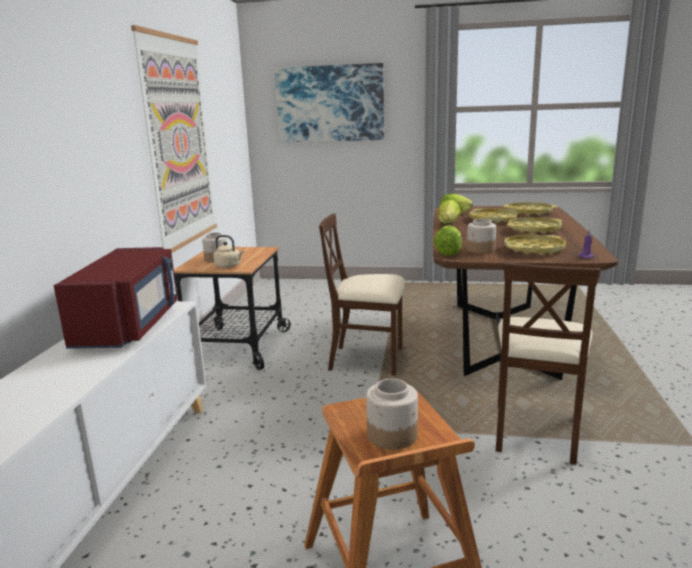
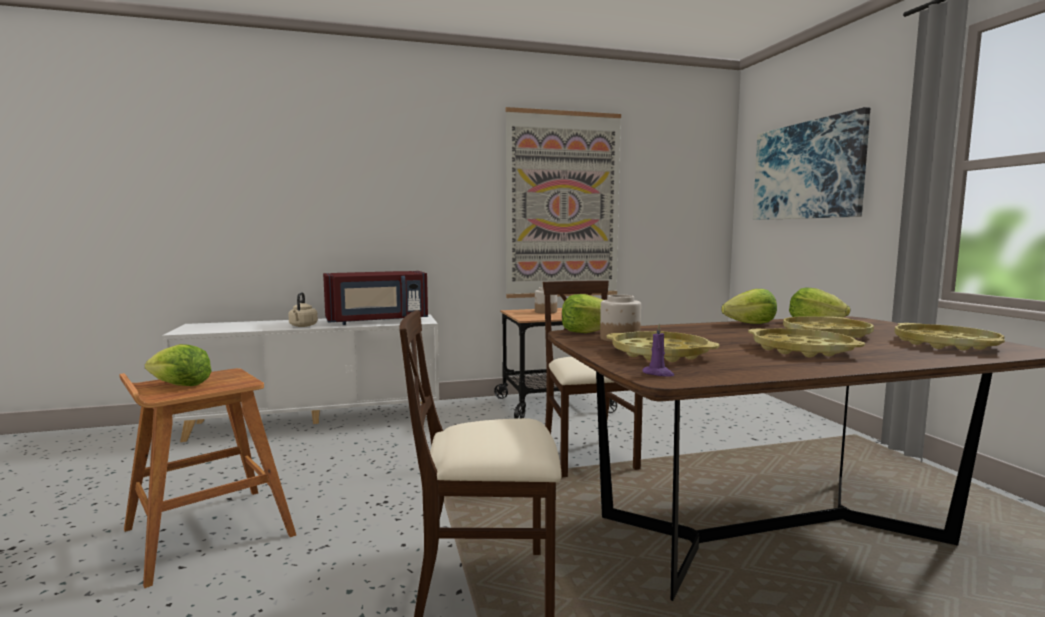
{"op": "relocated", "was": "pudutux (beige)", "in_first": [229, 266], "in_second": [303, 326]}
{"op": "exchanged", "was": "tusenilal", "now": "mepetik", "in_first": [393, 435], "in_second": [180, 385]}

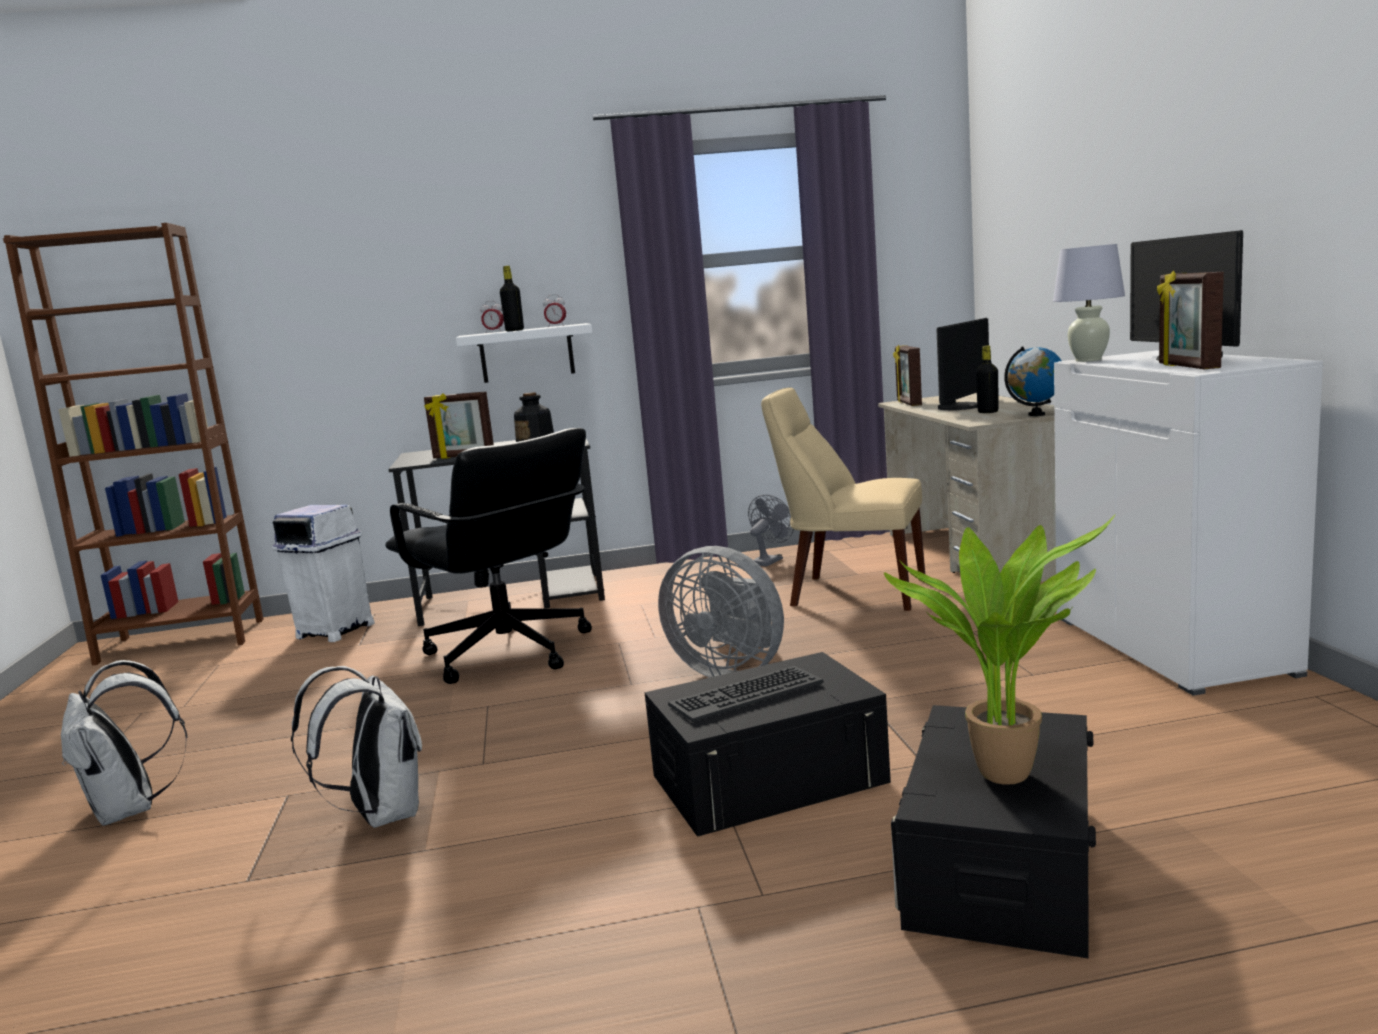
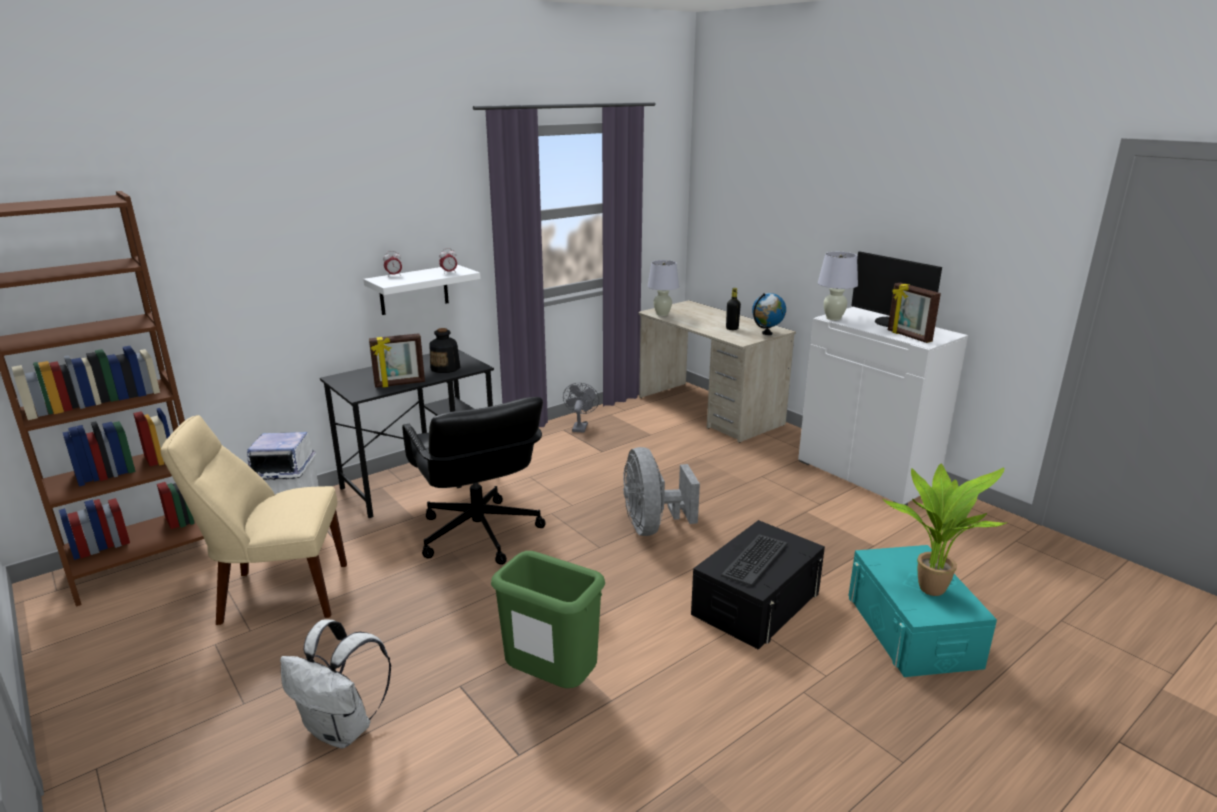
{"op": "missing", "was": "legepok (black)", "in_first": [514, 330]}
{"op": "missing", "was": "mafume", "in_first": [961, 407]}
{"op": "exchanged", "was": "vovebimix", "now": "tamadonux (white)", "in_first": [908, 403], "in_second": [662, 314]}
{"op": "relocated", "was": "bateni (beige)", "in_first": [851, 592], "in_second": [278, 594]}
{"op": "spun", "was": "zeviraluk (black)", "in_first": [507, 653], "in_second": [479, 534], "clockwise": 45}
{"op": "spun", "was": "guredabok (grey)", "in_first": [730, 670], "in_second": [652, 526], "clockwise": 75}
{"op": "exchanged", "was": "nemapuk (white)", "now": "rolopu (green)", "in_first": [380, 815], "in_second": [550, 684]}
{"op": "colour", "was": "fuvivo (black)", "now": "fuvivo (turquoise)", "in_first": [1001, 866], "in_second": [912, 630]}

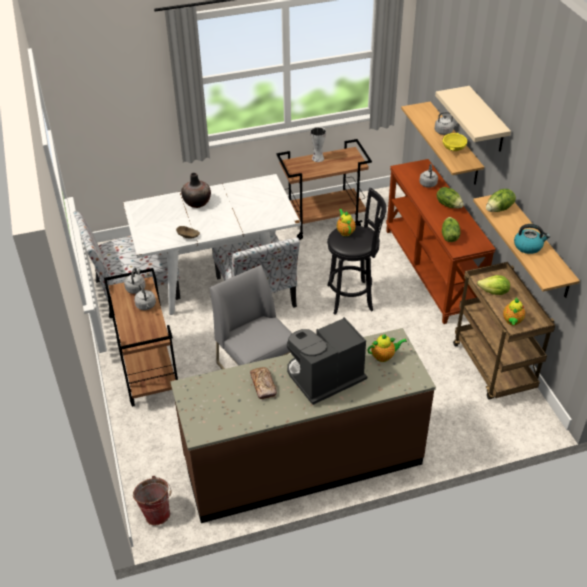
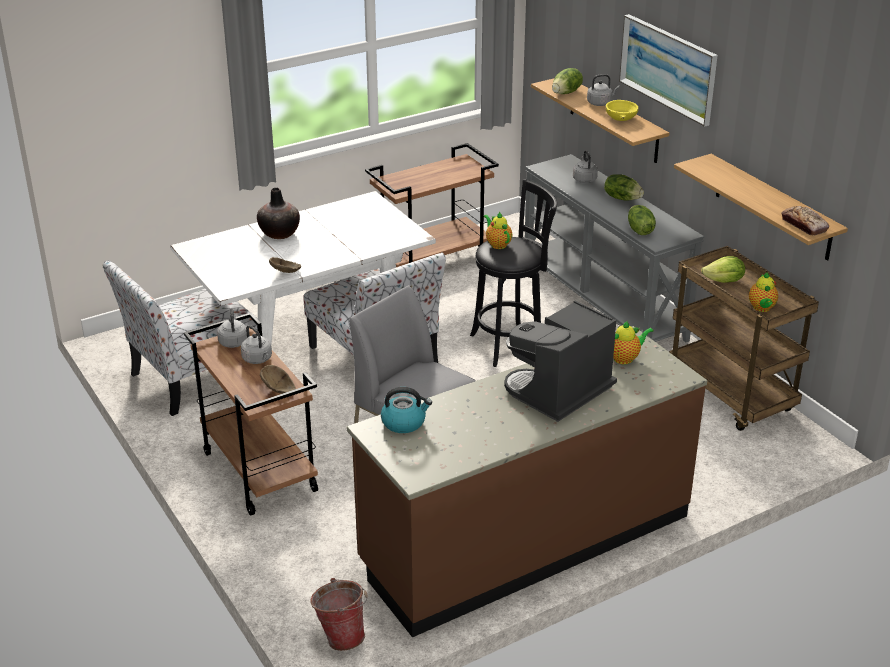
{"op": "exchanged", "was": "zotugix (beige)", "now": "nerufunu", "in_first": [487, 120], "in_second": [668, 68]}
{"op": "missing", "was": "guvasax", "in_first": [317, 158]}
{"op": "colour", "was": "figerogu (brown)", "now": "figerogu (grey)", "in_first": [432, 271], "in_second": [604, 301]}
{"op": "relocated", "was": "mepetik", "in_first": [499, 209], "in_second": [566, 93]}
{"op": "relocated", "was": "pudutux", "in_first": [528, 246], "in_second": [404, 422]}
{"op": "relocated", "was": "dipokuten", "in_first": [263, 385], "in_second": [804, 225]}
{"op": "appeared", "now": "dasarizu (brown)", "in_second": [278, 389]}

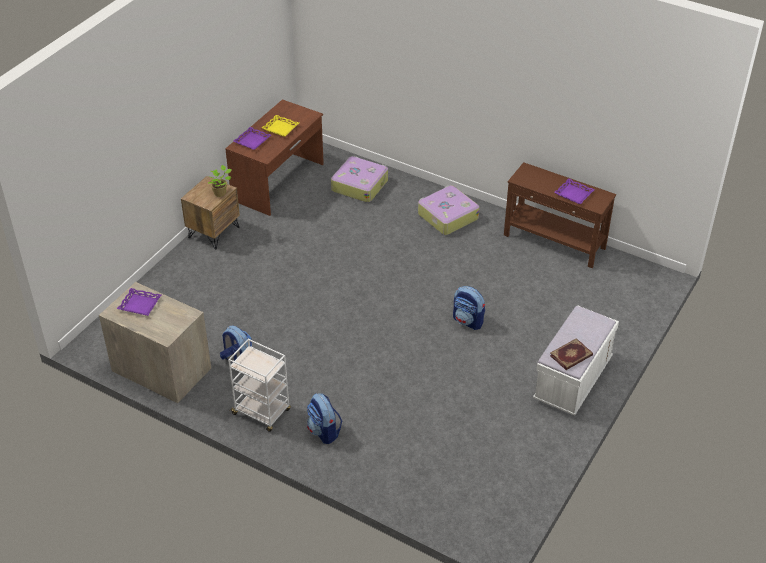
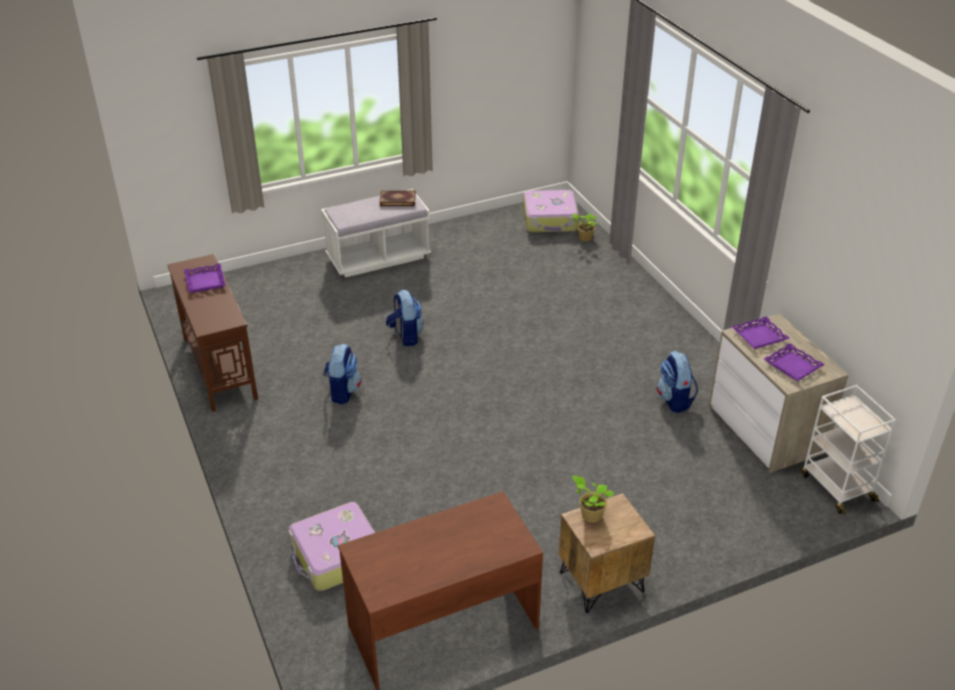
{"op": "missing", "was": "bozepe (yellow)", "in_first": [280, 128]}
{"op": "relocated", "was": "bozepe (purple)", "in_first": [252, 141], "in_second": [759, 336]}
{"op": "relocated", "was": "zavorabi", "in_first": [447, 216], "in_second": [550, 220]}
{"op": "relocated", "was": "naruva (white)", "in_first": [262, 412], "in_second": [836, 487]}
{"op": "relocated", "was": "nemapuk", "in_first": [324, 431], "in_second": [343, 391]}
{"op": "appeared", "now": "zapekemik", "in_second": [584, 238]}

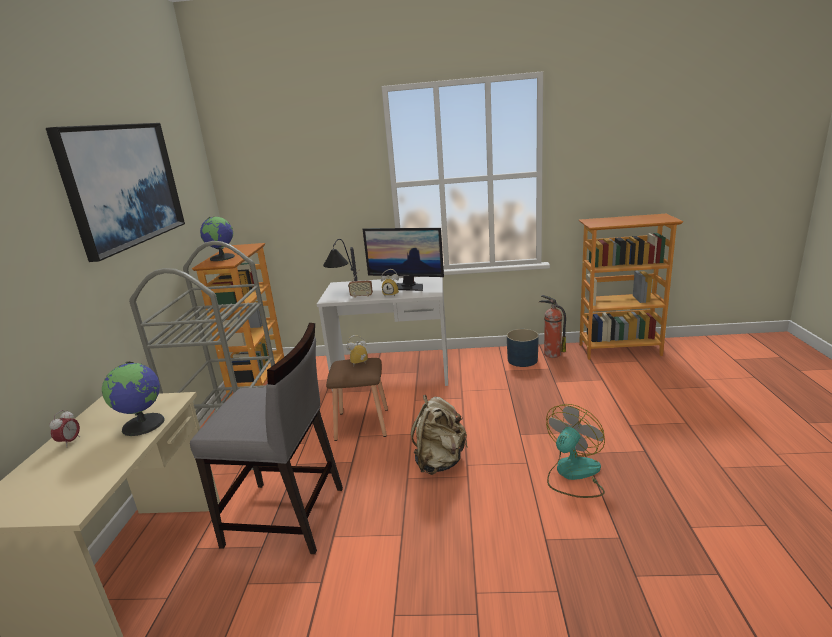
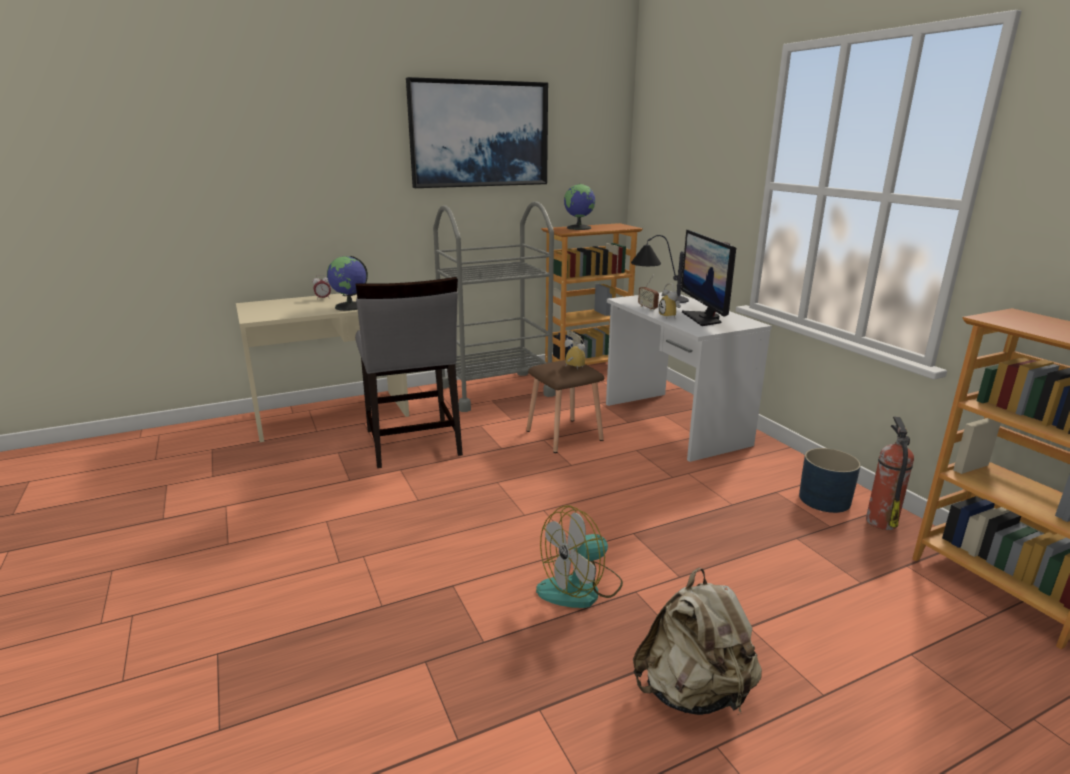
{"op": "relocated", "was": "nemapuk (beige)", "in_first": [439, 461], "in_second": [693, 693]}
{"op": "spun", "was": "guredabok", "in_first": [573, 474], "in_second": [580, 588], "clockwise": 135}

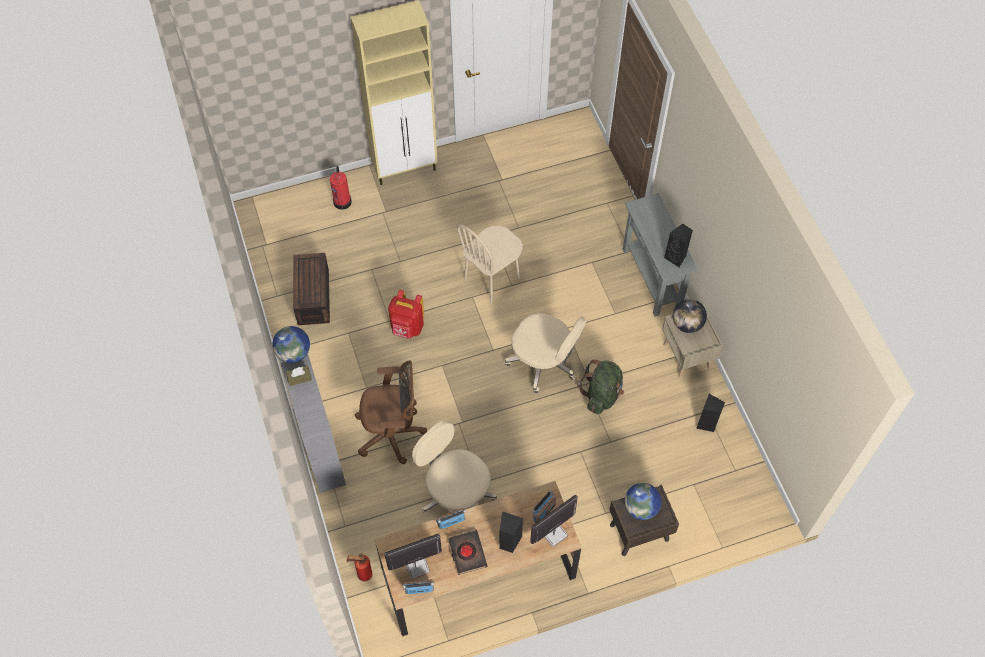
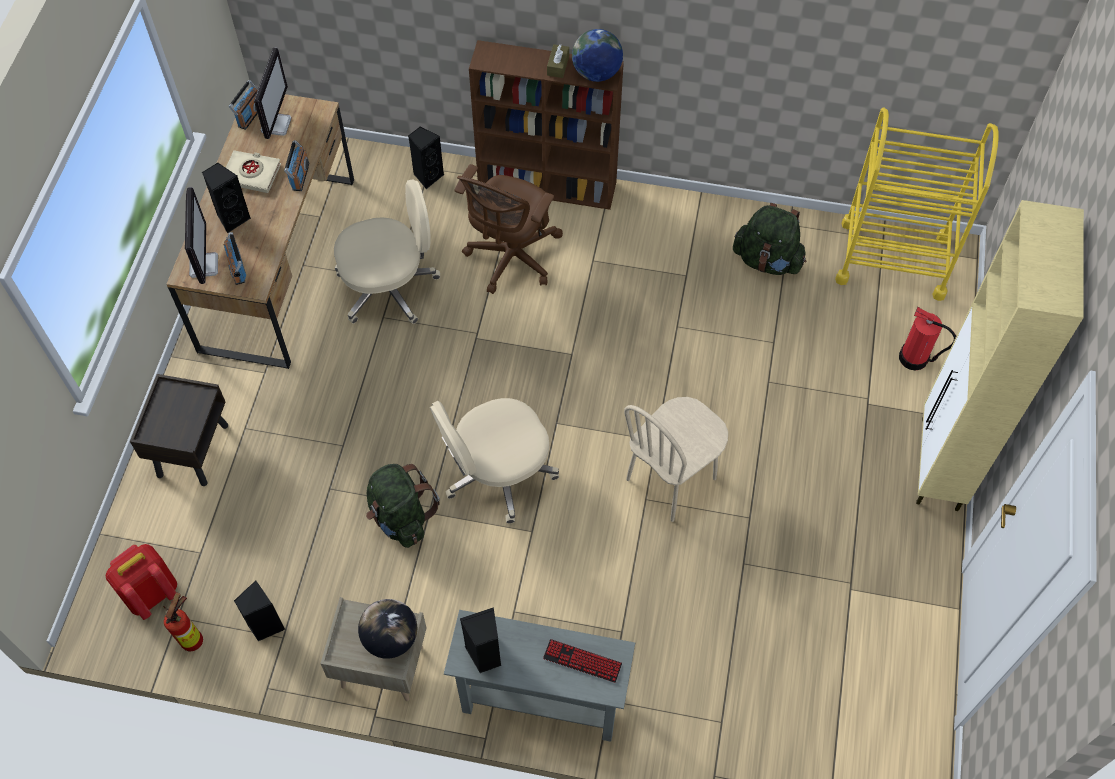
{"op": "spun", "was": "bateni (beige)", "in_first": [492, 279], "in_second": [671, 479], "clockwise": -120}
{"op": "exchanged", "was": "fuvivo (brown)", "now": "nemapuk (green)", "in_first": [312, 296], "in_second": [767, 260]}
{"op": "relocated", "was": "nemapuk (red)", "in_first": [407, 328], "in_second": [151, 593]}
{"op": "colour", "was": "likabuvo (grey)", "now": "likabuvo (brown)", "in_first": [319, 443], "in_second": [549, 185]}
{"op": "missing", "was": "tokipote", "in_first": [641, 508]}
{"op": "colour", "was": "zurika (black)", "now": "zurika (beige)", "in_first": [467, 553], "in_second": [252, 174]}
{"op": "relocated", "was": "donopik", "in_first": [362, 575], "in_second": [194, 638]}
{"op": "appeared", "now": "naruva (yellow)", "in_second": [892, 259]}
{"op": "appeared", "now": "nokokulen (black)", "in_second": [427, 176]}
{"op": "appeared", "now": "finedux", "in_second": [582, 661]}

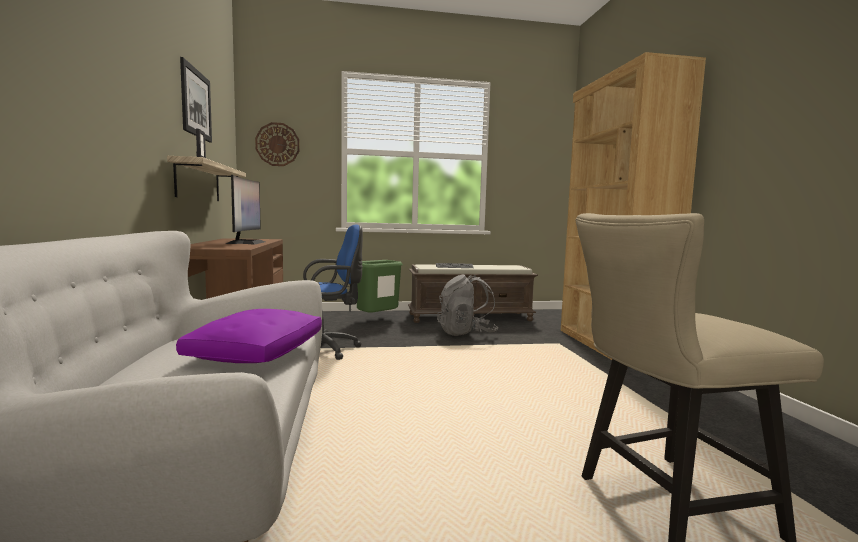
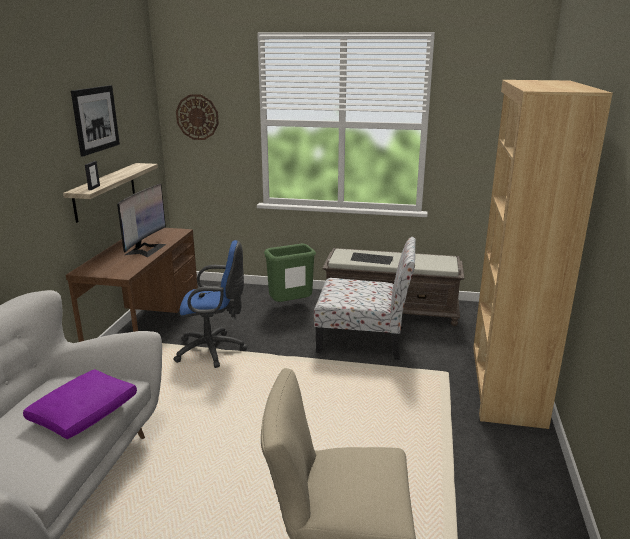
{"op": "exchanged", "was": "nemapuk (grey)", "now": "bateni", "in_first": [466, 333], "in_second": [364, 340]}

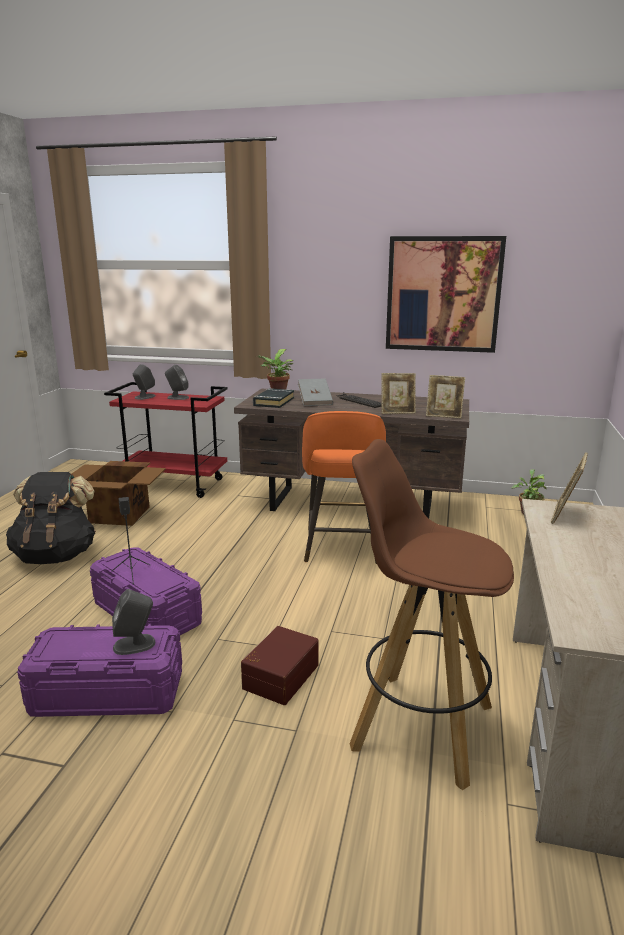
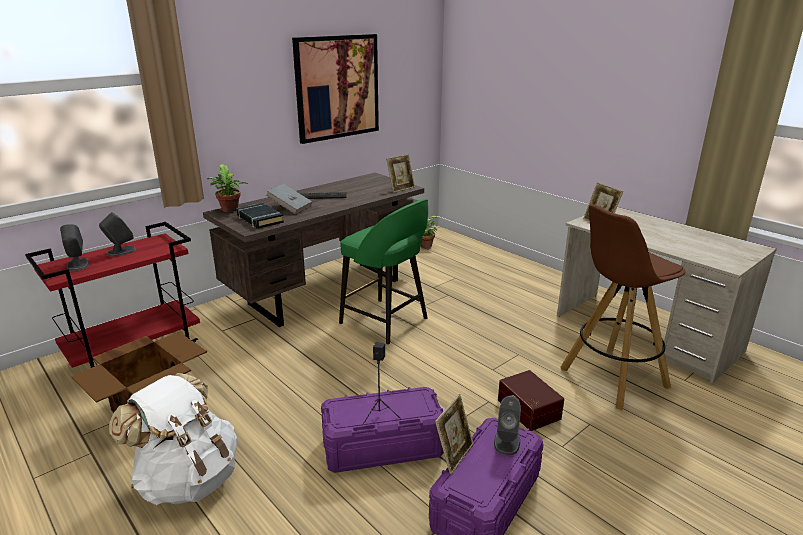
{"op": "relocated", "was": "vovebimix", "in_first": [397, 412], "in_second": [454, 455]}
{"op": "colour", "was": "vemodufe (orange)", "now": "vemodufe (green)", "in_first": [341, 547], "in_second": [385, 322]}
{"op": "colour", "was": "nemapuk (black)", "now": "nemapuk (white)", "in_first": [56, 556], "in_second": [188, 479]}

